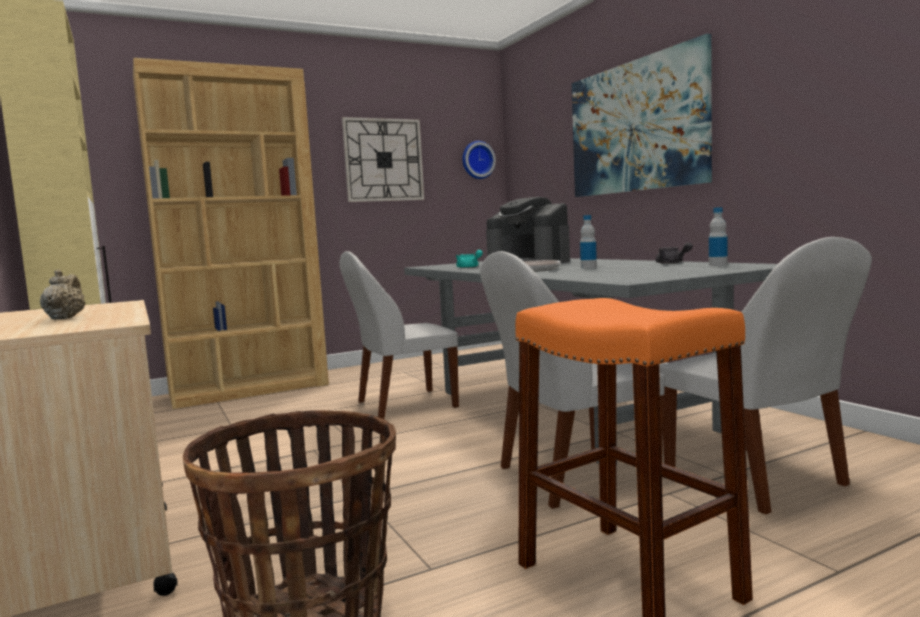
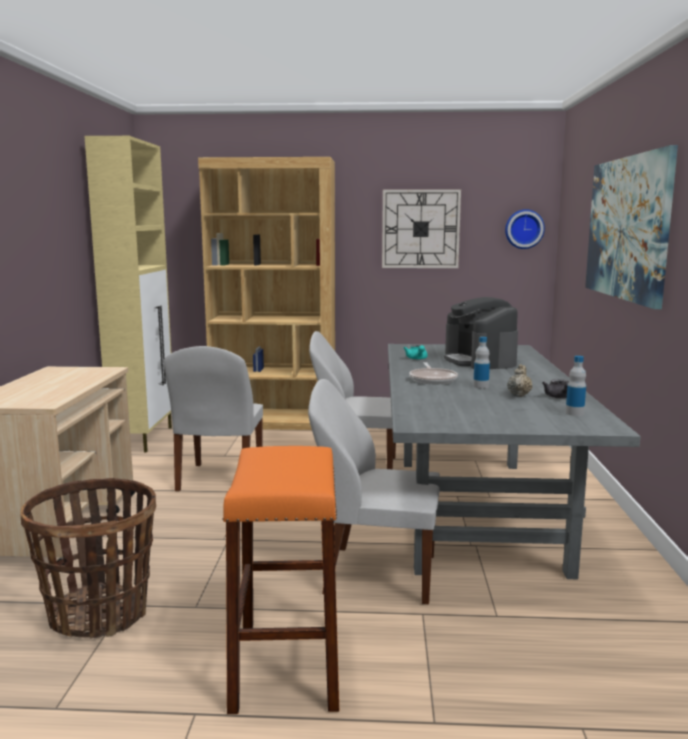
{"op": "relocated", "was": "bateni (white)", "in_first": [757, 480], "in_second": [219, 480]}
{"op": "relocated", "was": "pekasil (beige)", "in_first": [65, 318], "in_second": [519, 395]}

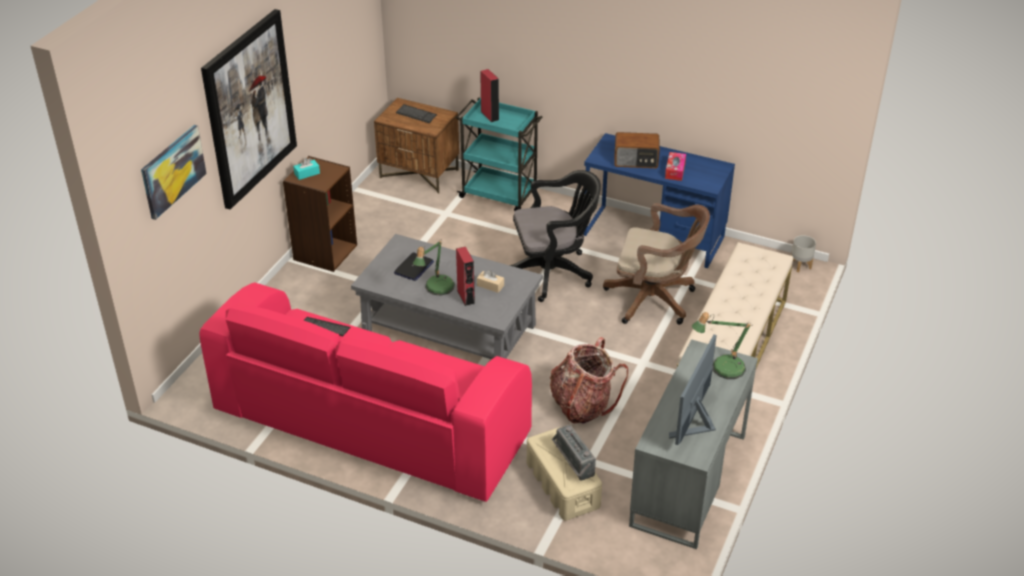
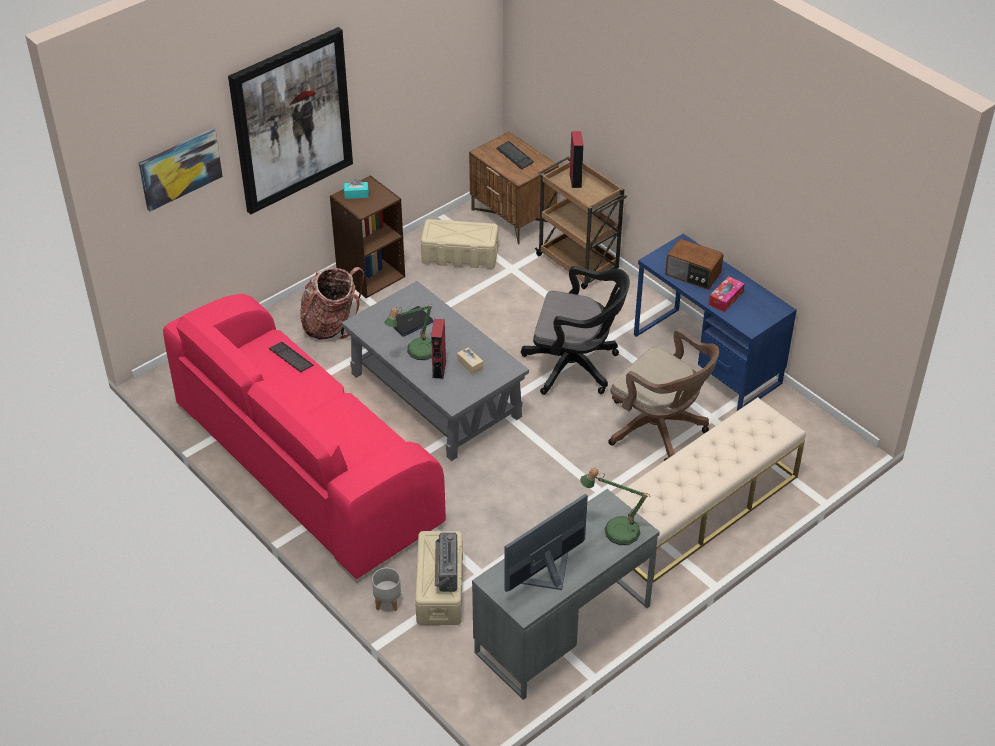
{"op": "colour", "was": "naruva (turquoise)", "now": "naruva (brown)", "in_first": [499, 194], "in_second": [578, 264]}
{"op": "relocated", "was": "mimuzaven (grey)", "in_first": [800, 266], "in_second": [387, 602]}
{"op": "relocated", "was": "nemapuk", "in_first": [582, 405], "in_second": [331, 325]}
{"op": "appeared", "now": "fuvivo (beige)", "in_second": [460, 255]}

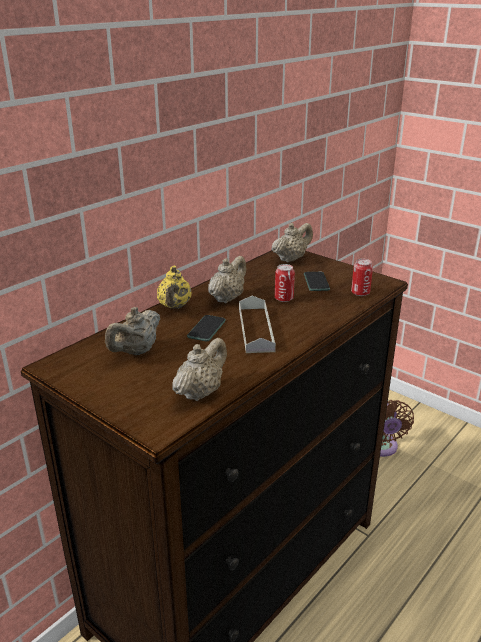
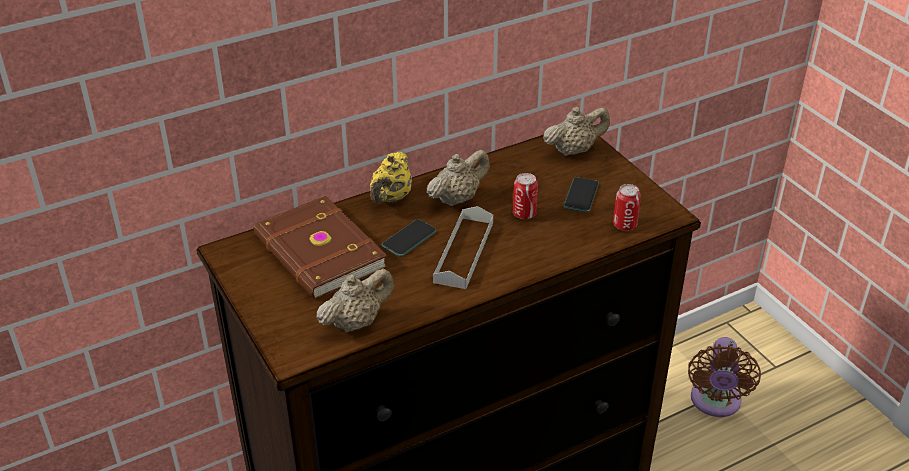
{"op": "exchanged", "was": "pekasil (beige)", "now": "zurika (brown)", "in_first": [136, 352], "in_second": [318, 253]}

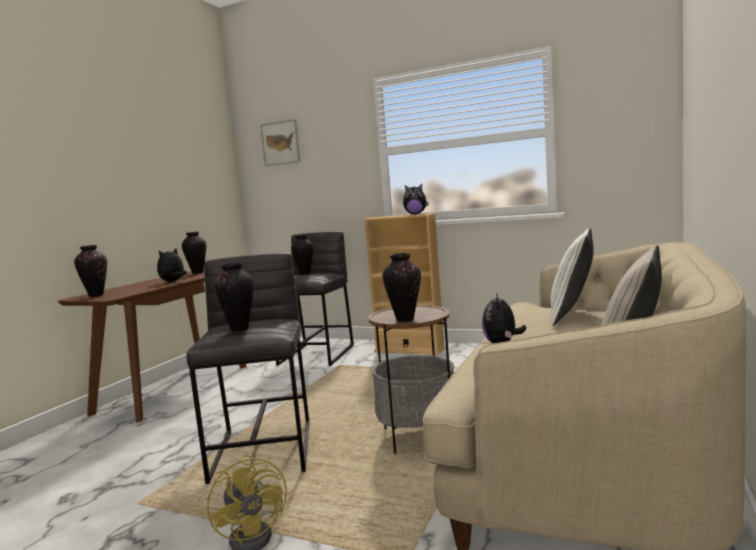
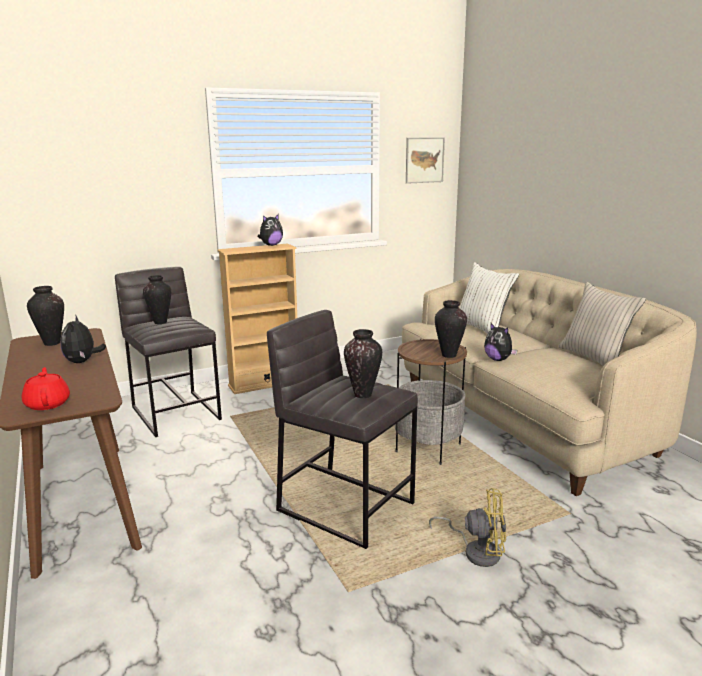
{"op": "relocated", "was": "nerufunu", "in_first": [280, 143], "in_second": [424, 160]}
{"op": "exchanged", "was": "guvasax", "now": "pekasil (red)", "in_first": [96, 295], "in_second": [48, 403]}

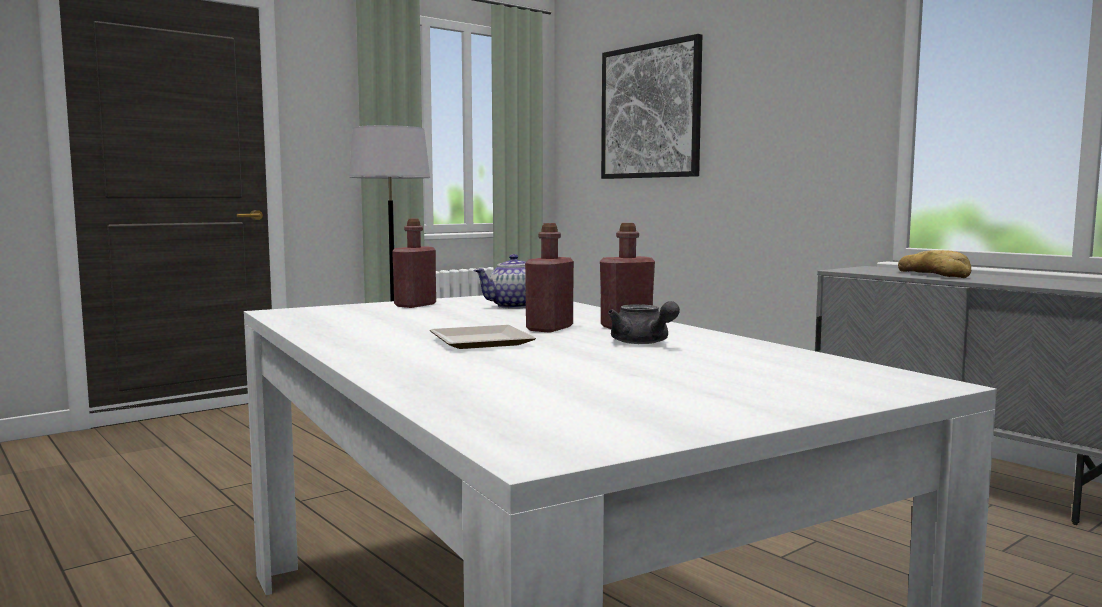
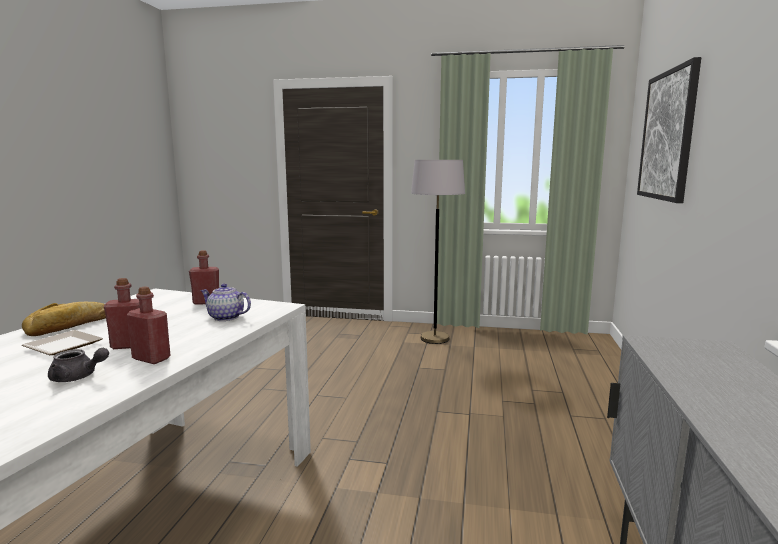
{"op": "relocated", "was": "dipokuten", "in_first": [933, 274], "in_second": [70, 325]}
{"op": "spun", "was": "pekasil (grey)", "in_first": [643, 343], "in_second": [78, 377], "clockwise": -105}

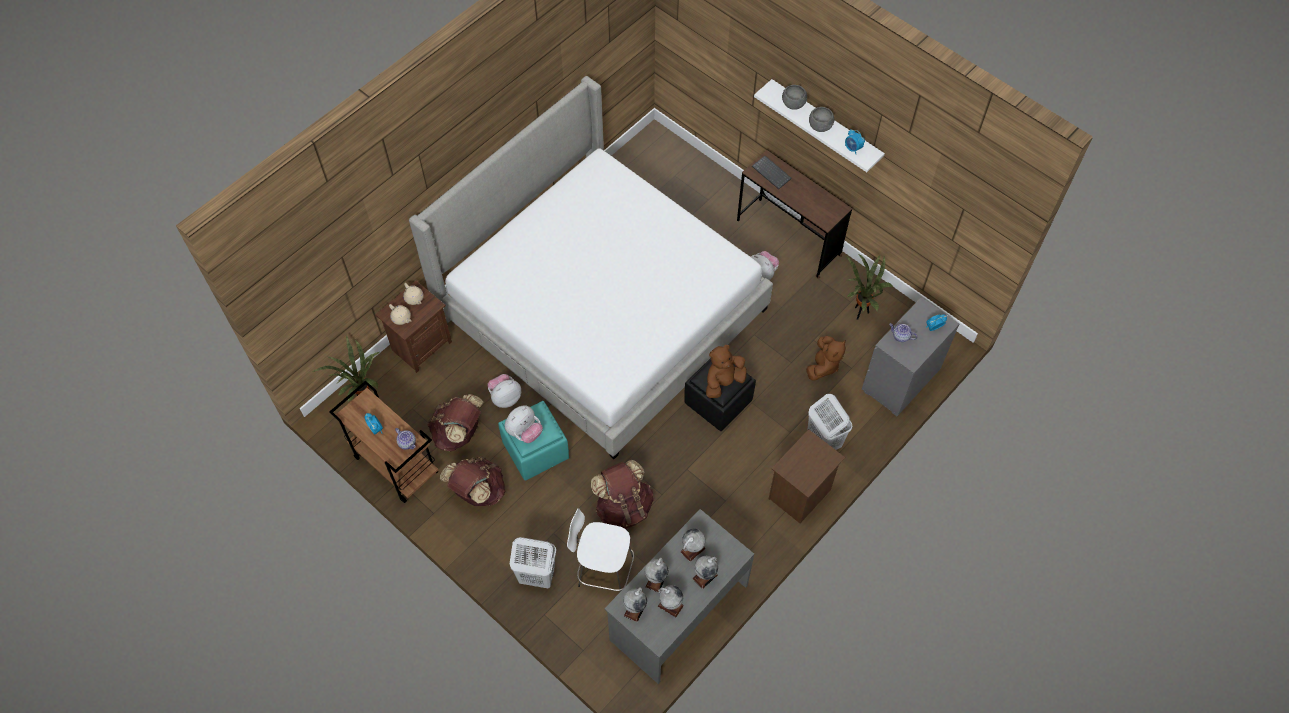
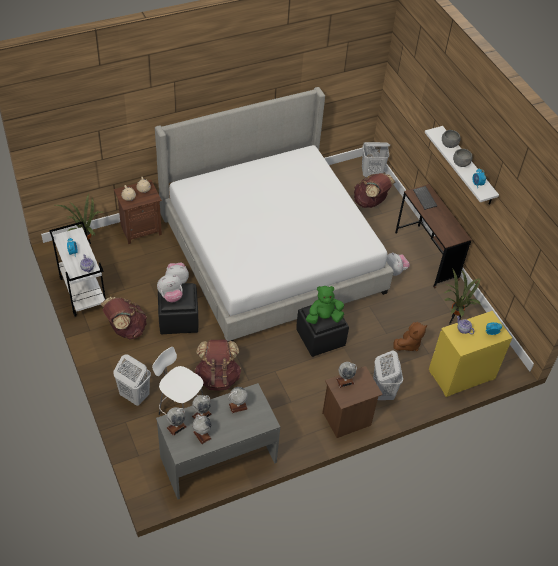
{"op": "colour", "was": "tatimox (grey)", "now": "tatimox (yellow)", "in_first": [900, 380], "in_second": [461, 375]}
{"op": "colour", "was": "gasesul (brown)", "now": "gasesul (green)", "in_first": [723, 382], "in_second": [324, 317]}
{"op": "colour", "was": "naruva (brown)", "now": "naruva (white)", "in_first": [395, 464], "in_second": [82, 292]}
{"op": "relocated", "was": "nemapuk (brown)", "in_first": [459, 433], "in_second": [370, 202]}
{"op": "colour", "was": "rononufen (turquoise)", "now": "rononufen (black)", "in_first": [536, 450], "in_second": [179, 319]}
{"op": "relocated", "was": "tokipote", "in_first": [705, 576], "in_second": [345, 381]}
{"op": "appeared", "now": "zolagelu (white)", "in_second": [372, 173]}

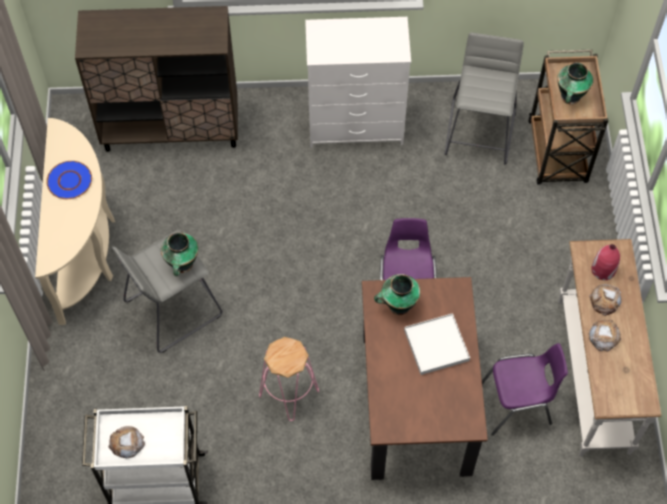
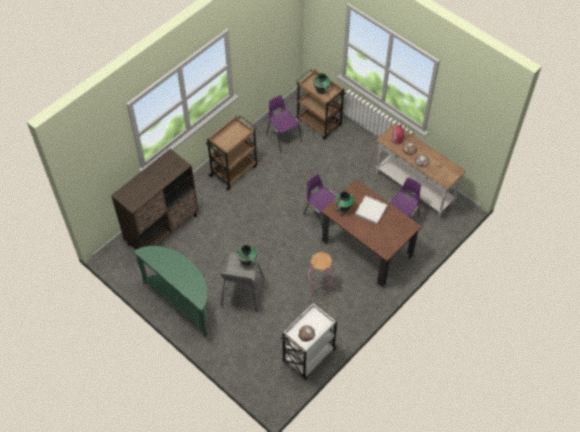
{"op": "exchanged", "was": "tatimox (white)", "now": "naruva (brown)", "in_first": [356, 124], "in_second": [234, 170]}
{"op": "exchanged", "was": "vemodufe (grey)", "now": "bateni (purple)", "in_first": [479, 132], "in_second": [283, 137]}
{"op": "colour", "was": "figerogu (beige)", "now": "figerogu (green)", "in_first": [86, 250], "in_second": [182, 301]}
{"op": "missing", "was": "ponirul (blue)", "in_first": [69, 180]}

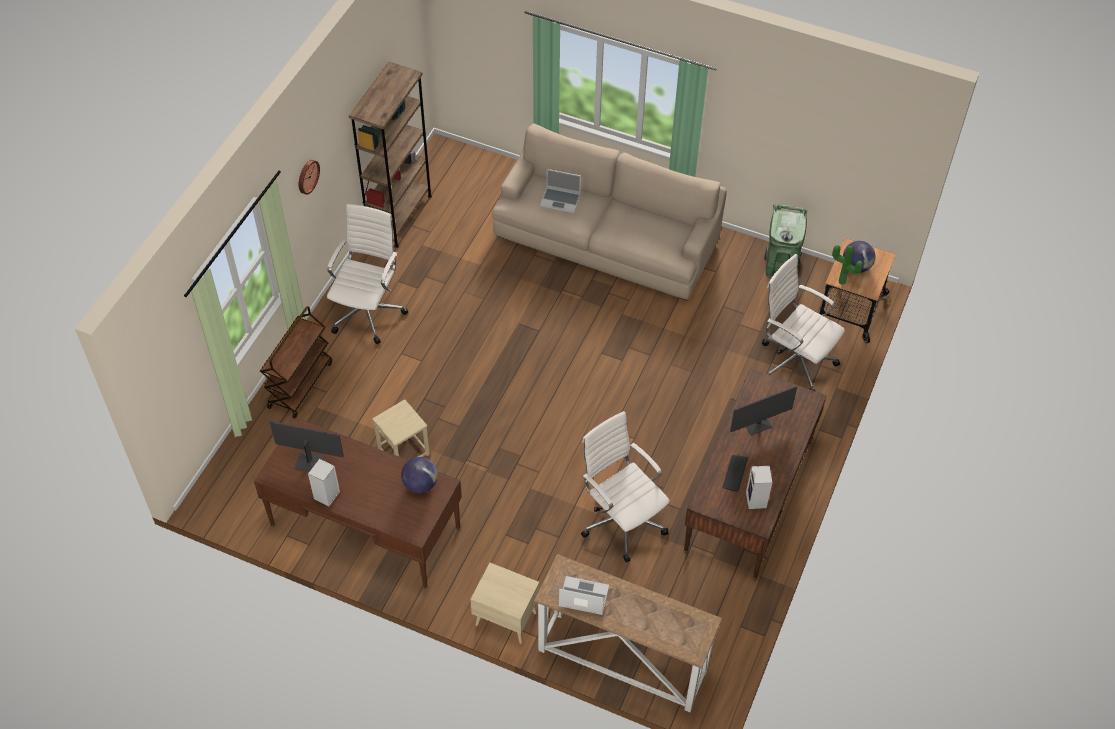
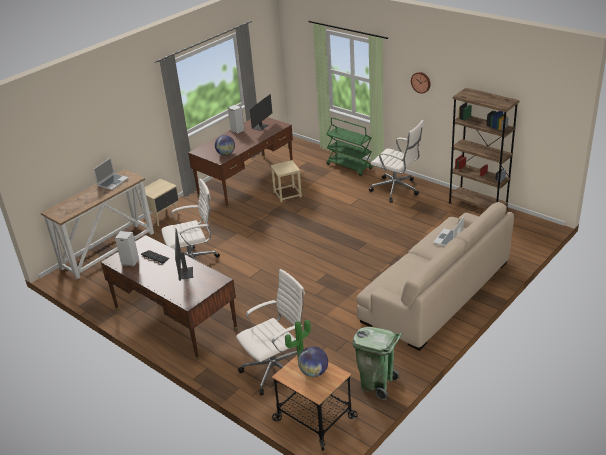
{"op": "colour", "was": "naruva (brown)", "now": "naruva (green)", "in_first": [300, 384], "in_second": [349, 166]}

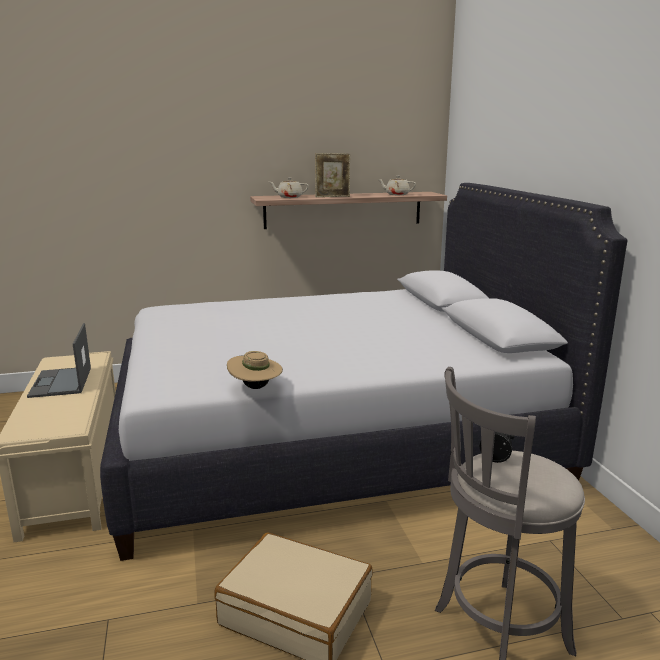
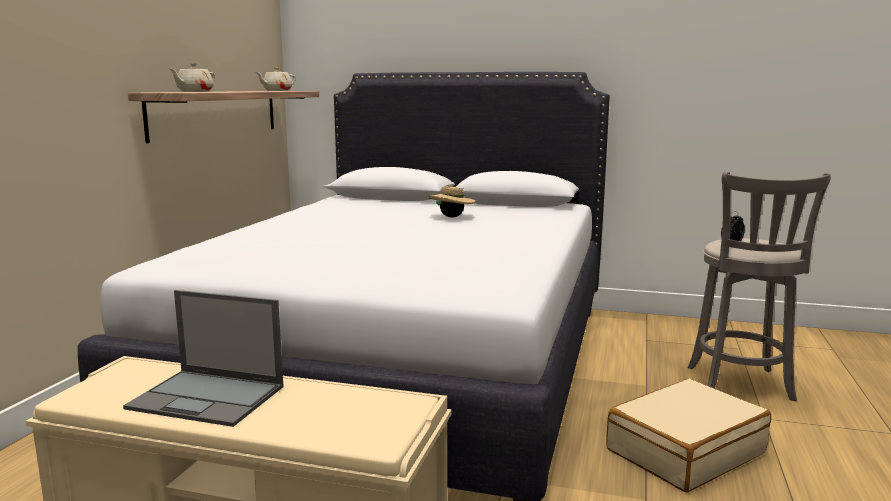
{"op": "missing", "was": "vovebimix", "in_first": [332, 197]}
{"op": "relocated", "was": "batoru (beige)", "in_first": [255, 387], "in_second": [452, 217]}

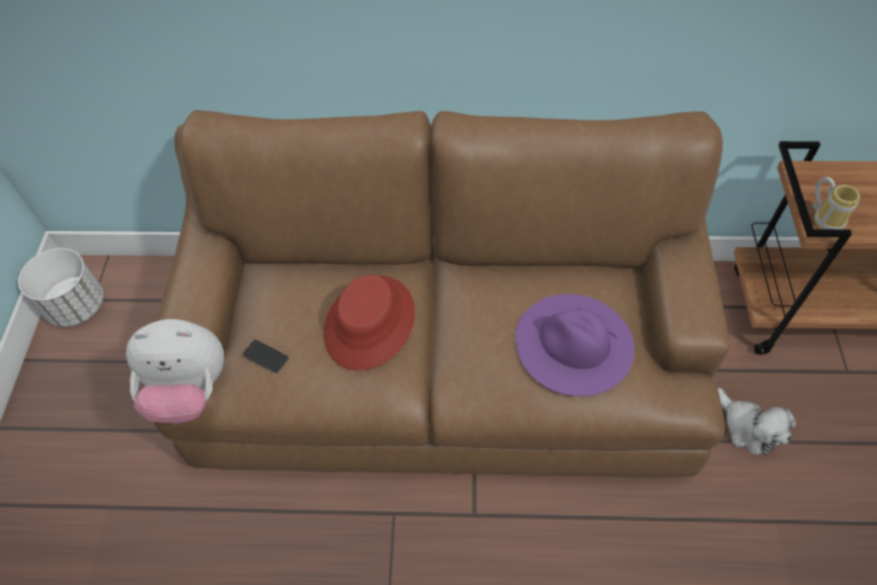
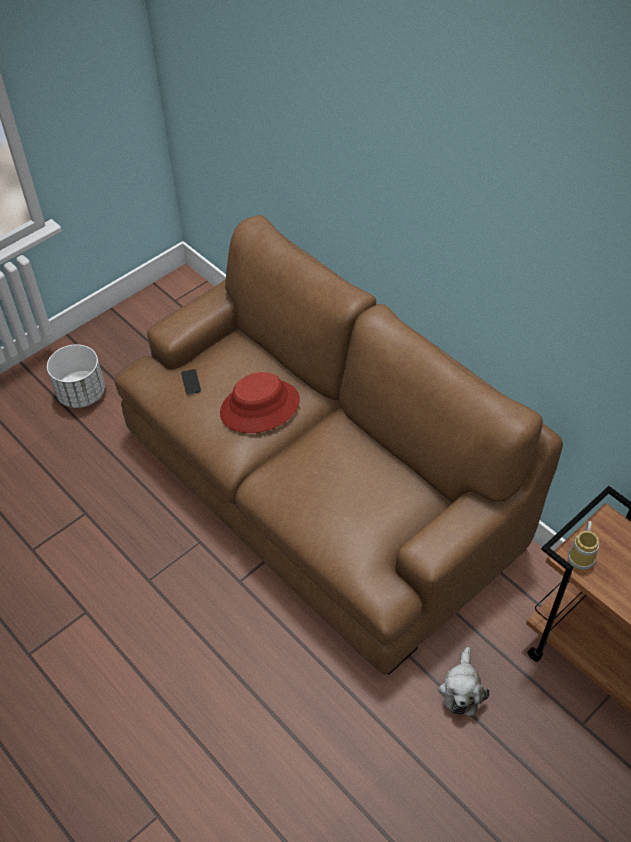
{"op": "relocated", "was": "mimuzaven (white)", "in_first": [77, 306], "in_second": [82, 394]}
{"op": "missing", "was": "batoru (purple)", "in_first": [573, 343]}
{"op": "missing", "was": "gasesul", "in_first": [189, 391]}

